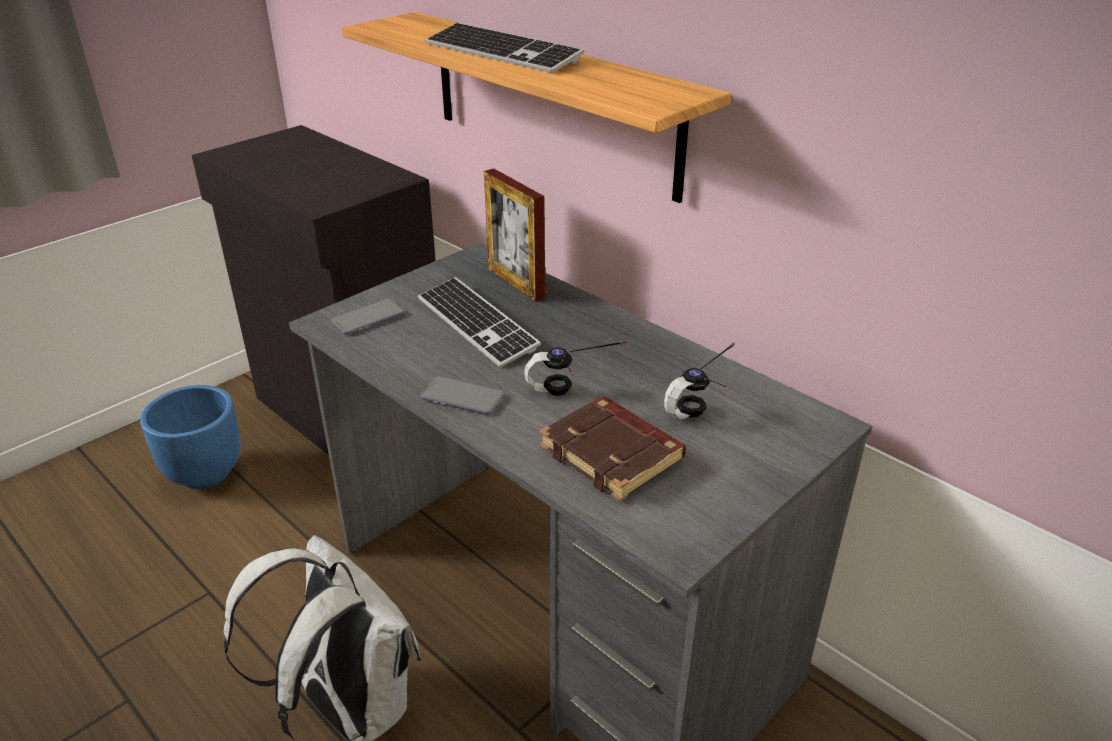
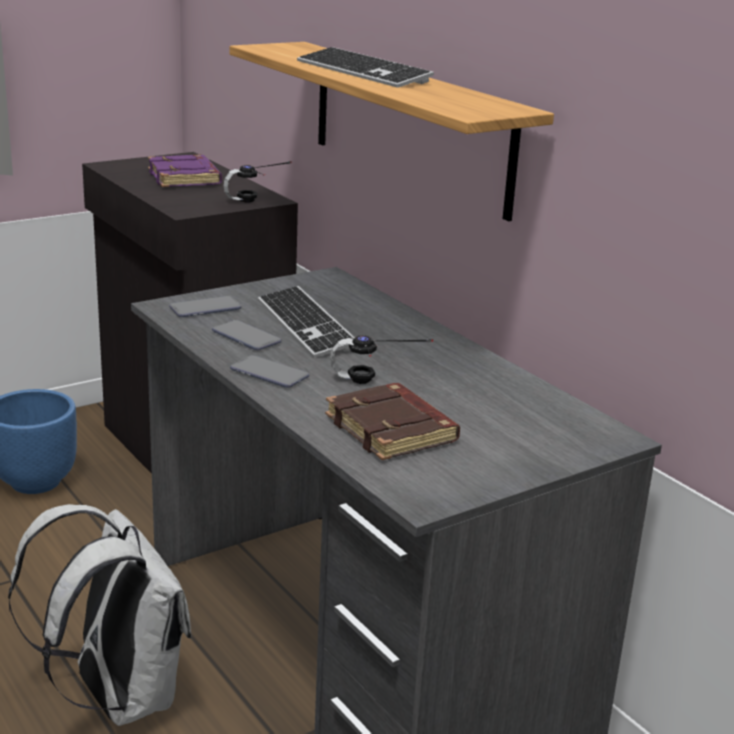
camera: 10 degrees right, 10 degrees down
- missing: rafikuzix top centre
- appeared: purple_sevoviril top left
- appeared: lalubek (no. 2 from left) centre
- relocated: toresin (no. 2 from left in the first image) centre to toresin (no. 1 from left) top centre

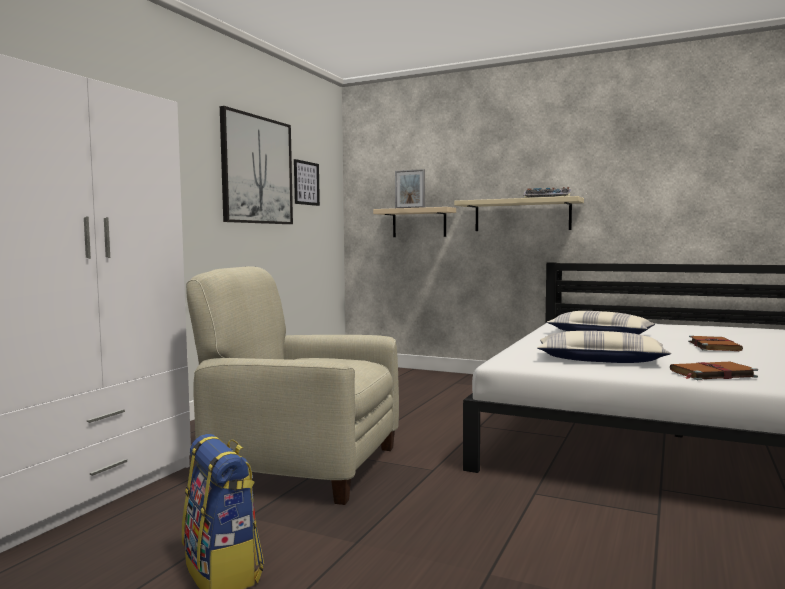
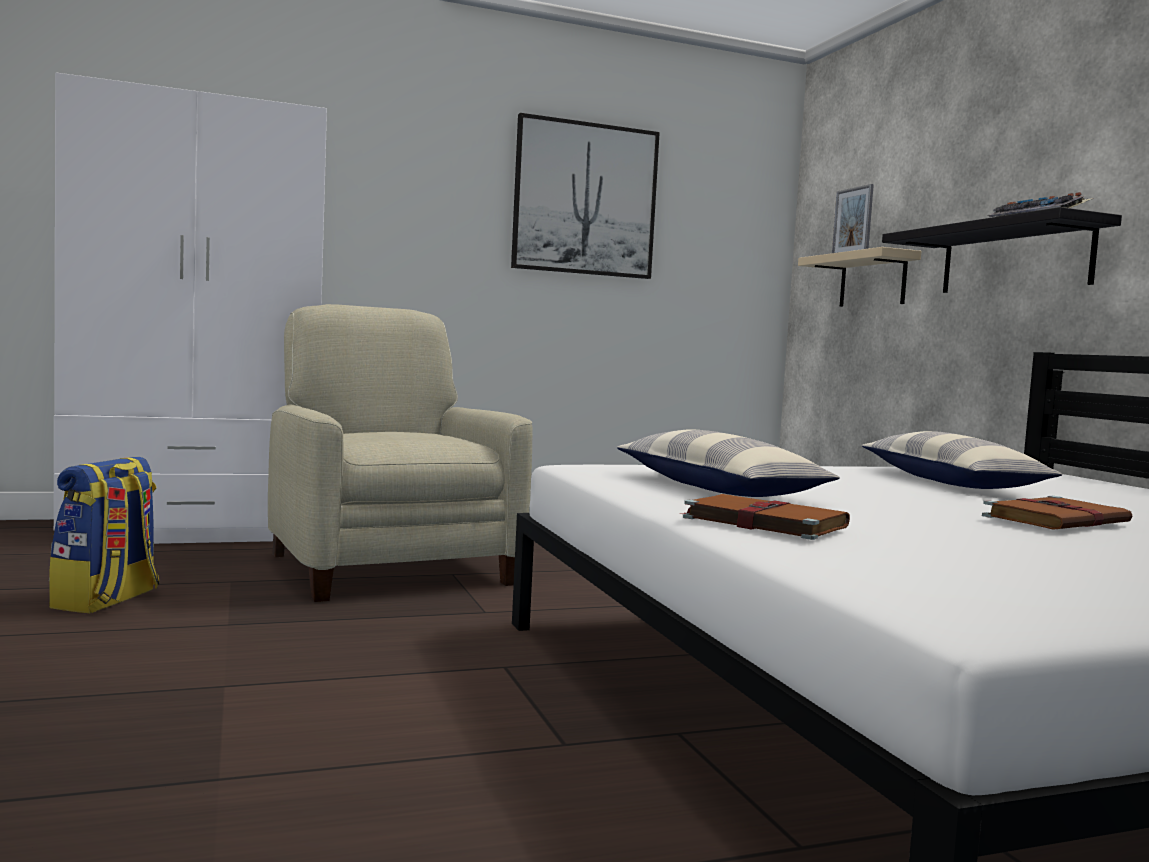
camera: 45 degrees right, 0 degrees up
- missing: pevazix (no. 2 from left) top centre
- colour: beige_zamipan (no. 2 from left) centre to black_zamipan top right

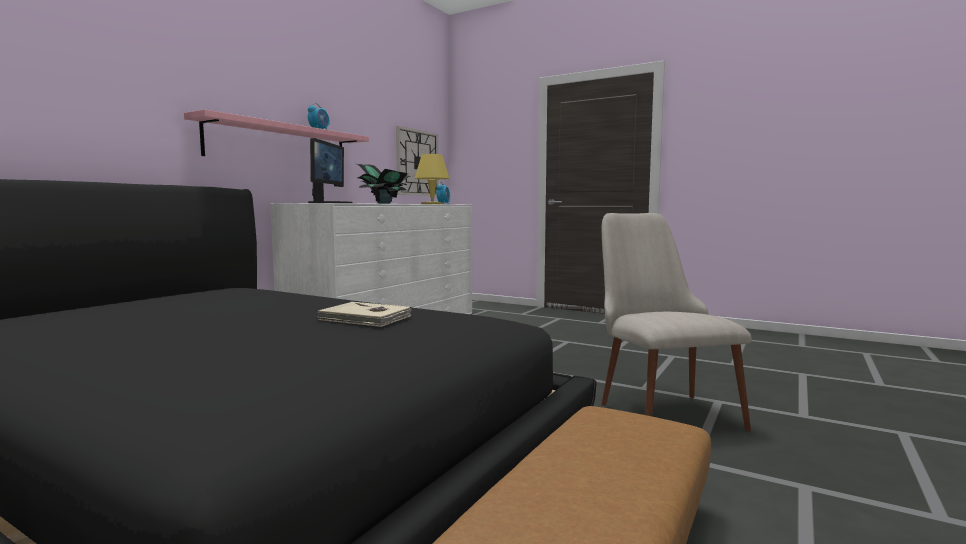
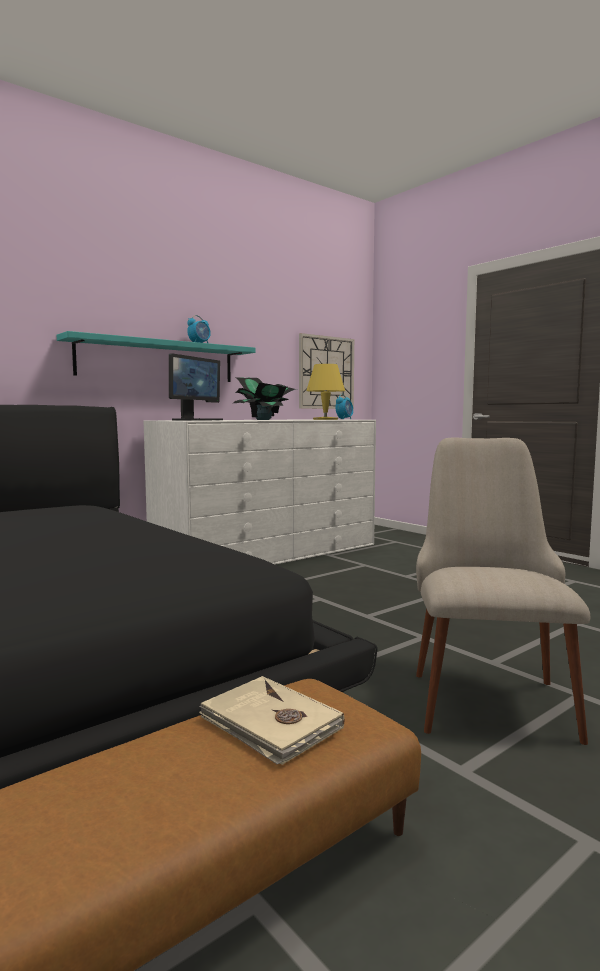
camera: 20 degrees right, 0 degrees up
- relocated: beige_sevoviril centre to bottom centre
- colour: pink_zamipan top left to turquoise_zamipan middle left

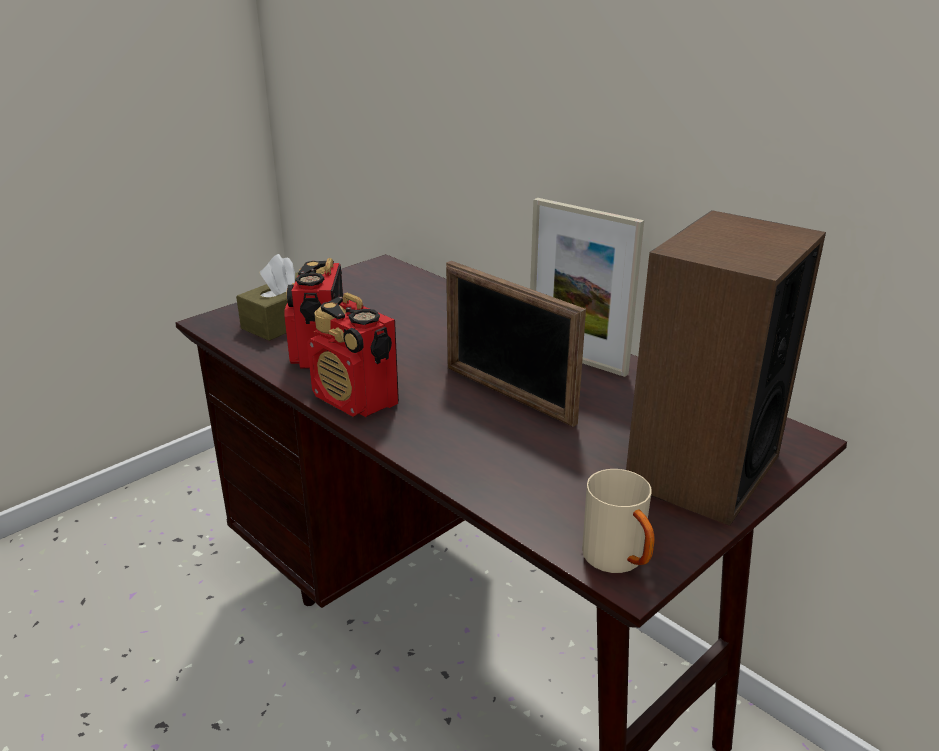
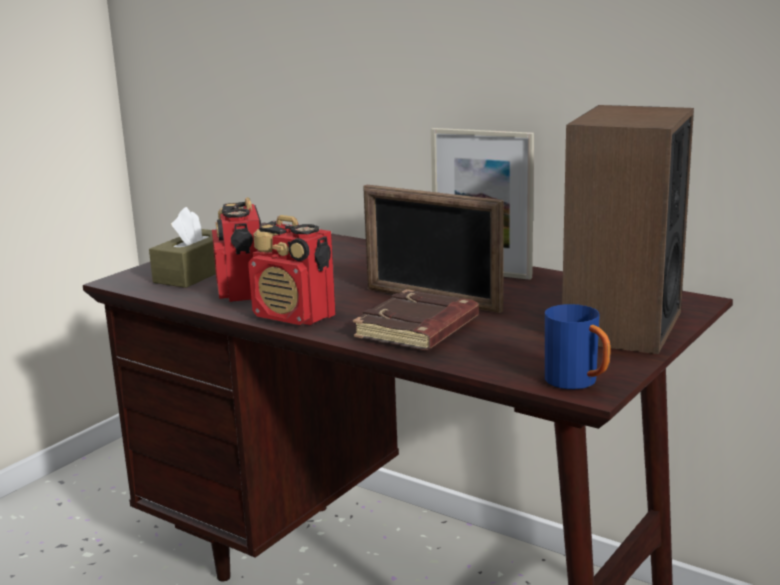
camera: 10 degrees left, 10 degrees down
- appeared: brown_sevoviril centre
- colour: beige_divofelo bottom centre to blue_divofelo middle right

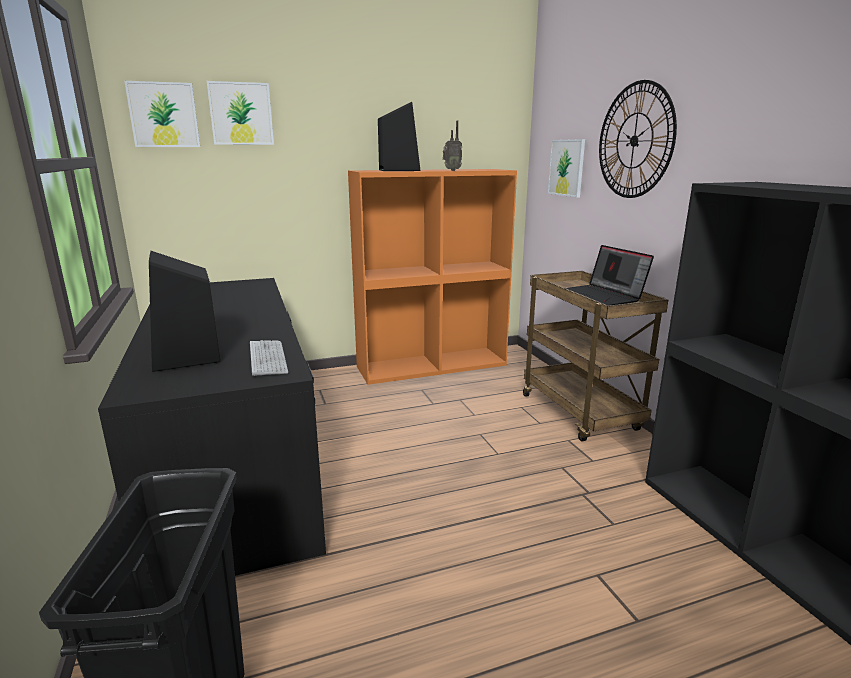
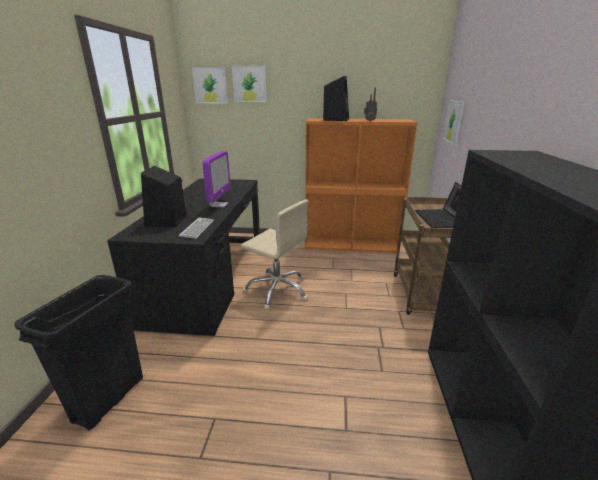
camera: 25 degrees right, 5 degrees up
- missing: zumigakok top right
- appeared: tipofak centre
- appeared: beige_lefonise centre

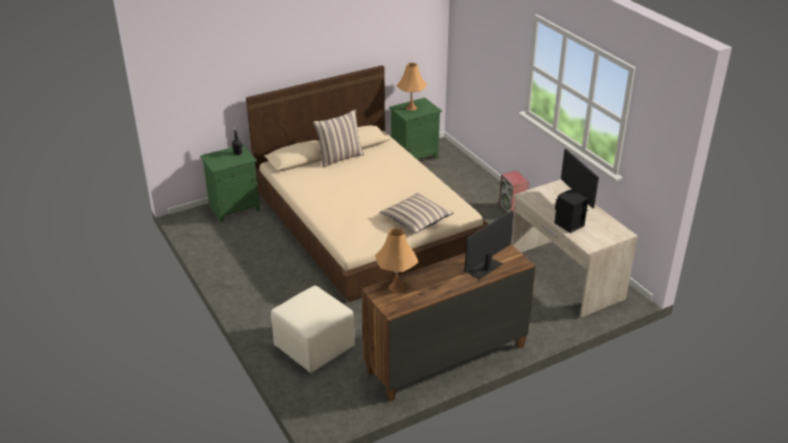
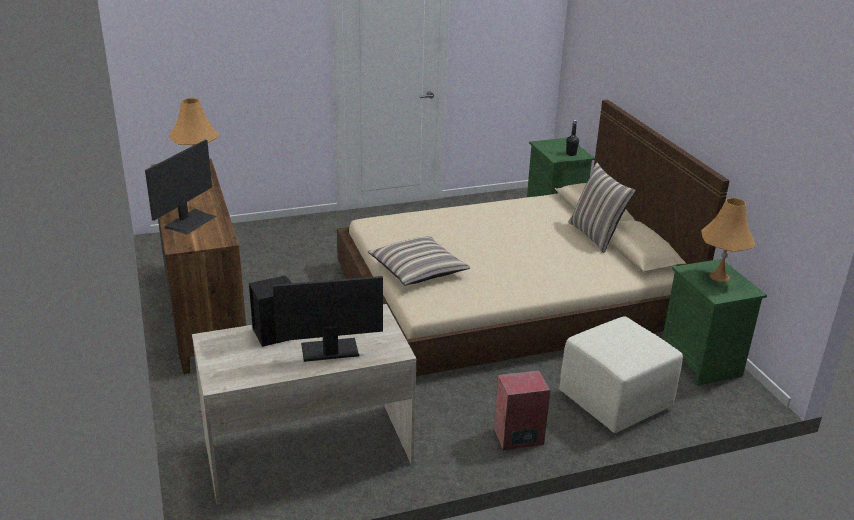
camera: 100 degrees right, 5 degrees down
- relocated: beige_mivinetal bottom centre to bottom right
- spun: tipofak (no. 1 from left) centre = middle left 60 degrees clockwise

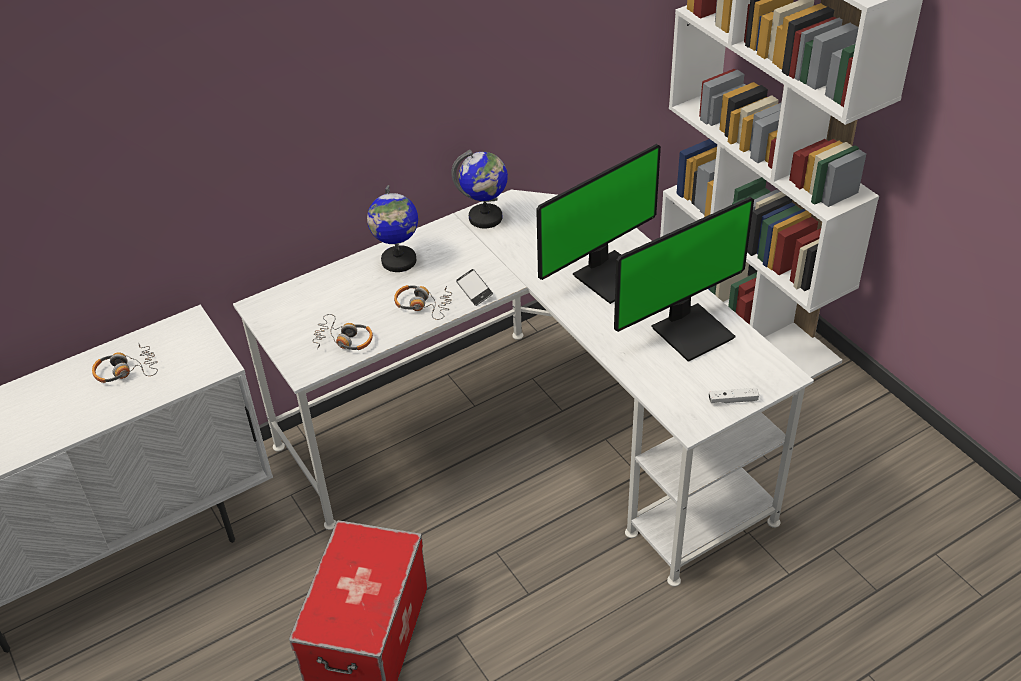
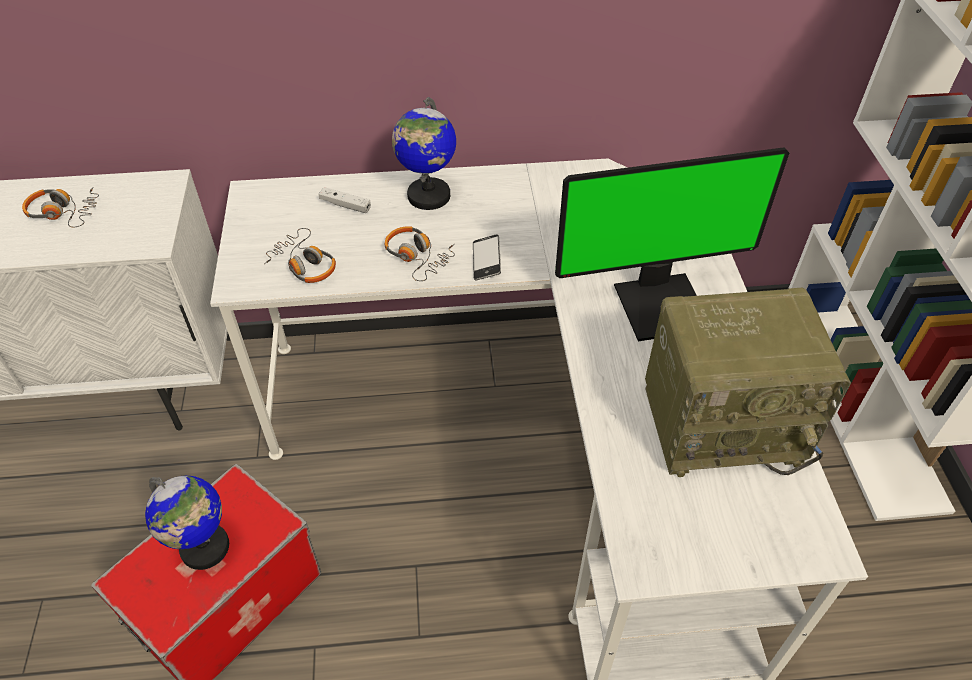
camera: 25 degrees right, 5 degrees up
- relocated: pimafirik (no. 2 from left in the first image) top centre to pimafirik (no. 1 from left) bottom left
- relocated: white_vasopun middle right to top centre
- exchanged: tipofak (no. 2 from left) middle right to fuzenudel middle right

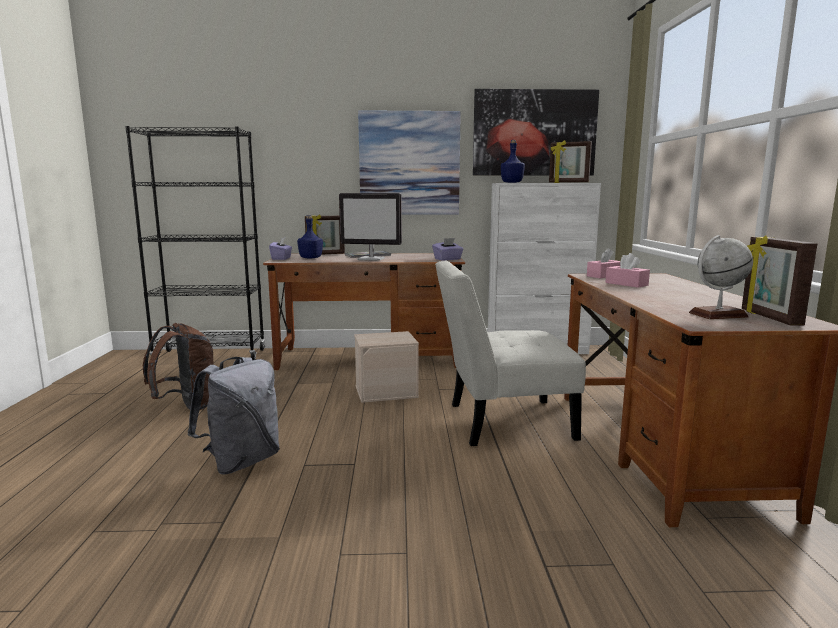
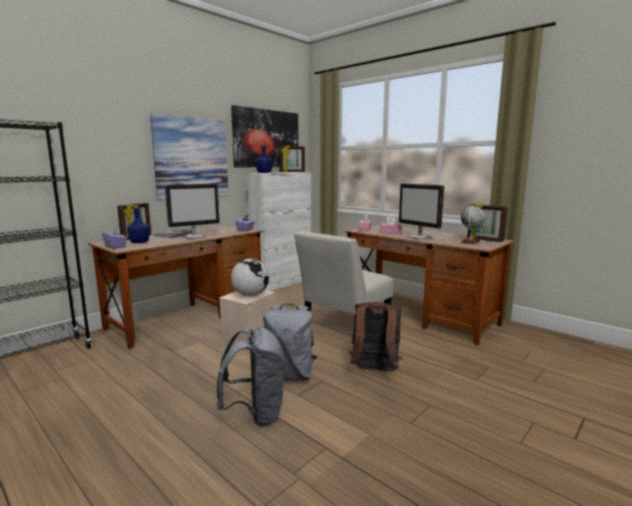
camera: 45 degrees left, 0 degrees up
- appeared: pimafirik (no. 1 from left) centre
- appeared: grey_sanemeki (no. 2 from left) bottom centre
- appeared: tipofak (no. 2 from left) centre
- relocated: brown_sanemeki middle left to centre

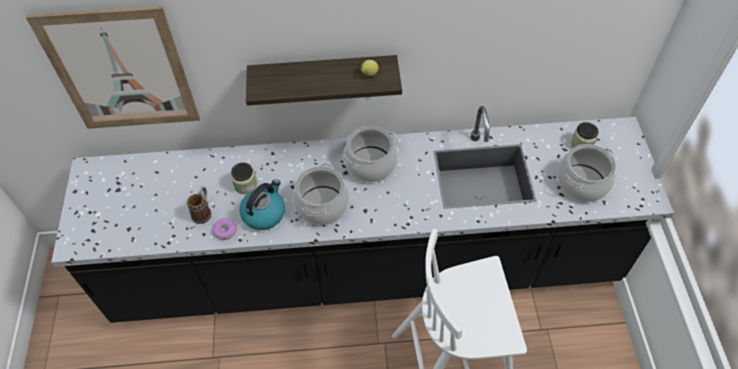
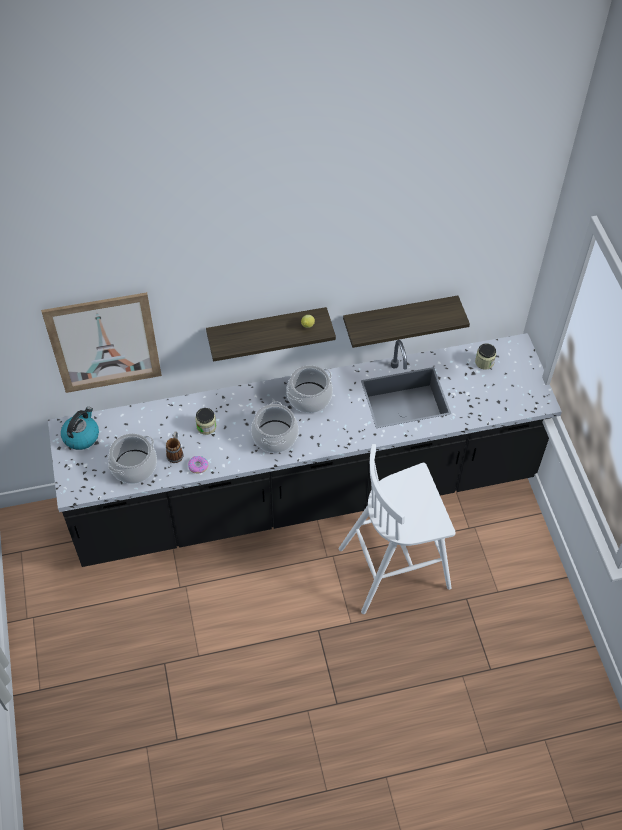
camera: 10 degrees left, 0 degrees up
- appeared: zamipan (no. 2 from left) centre
- relocated: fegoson centre to middle left
- relocated: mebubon (no. 3 from left in the first image) middle right to mebubon (no. 1 from left) middle left

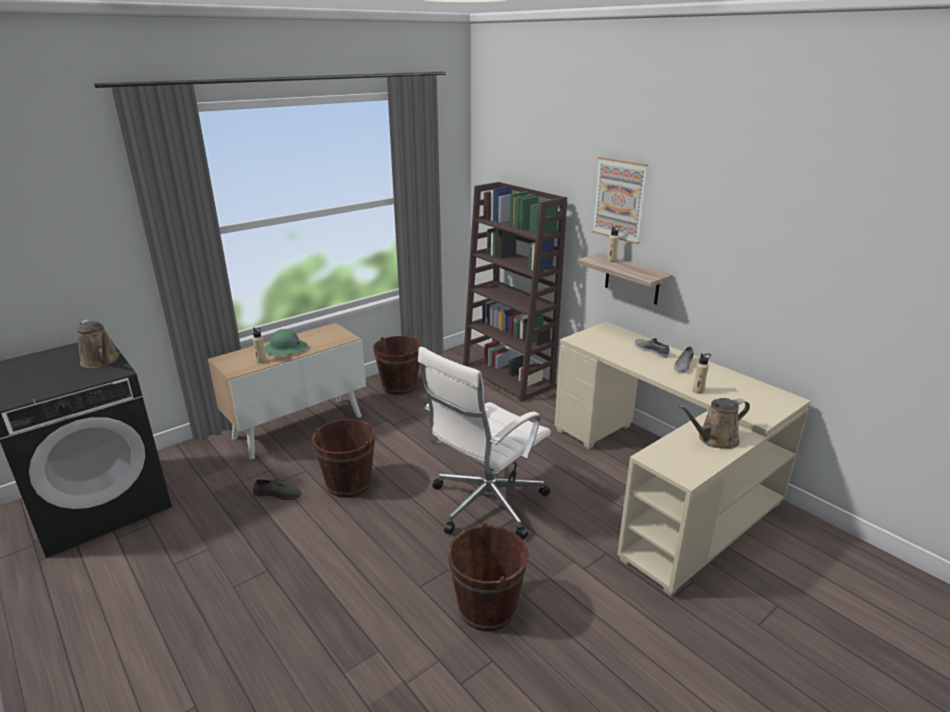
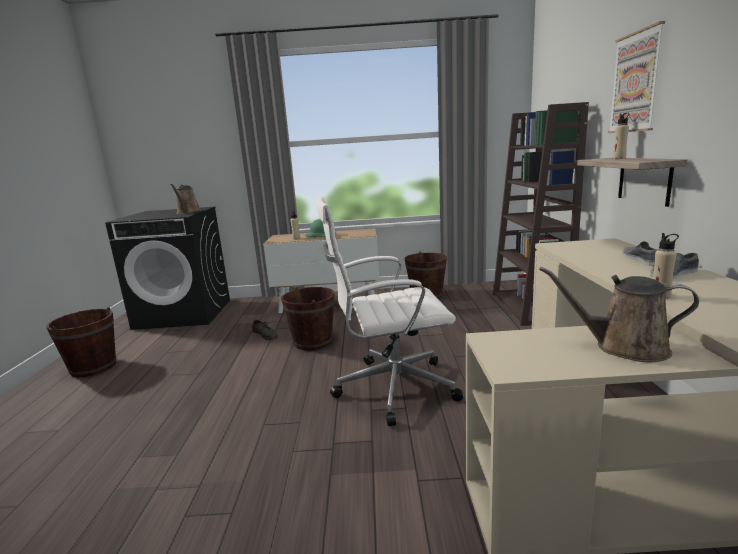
camera: 40 degrees right, 10 degrees down
- relocated: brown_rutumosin (no. 3 from left in the first image) bottom centre to brown_rutumosin (no. 1 from left) middle left

